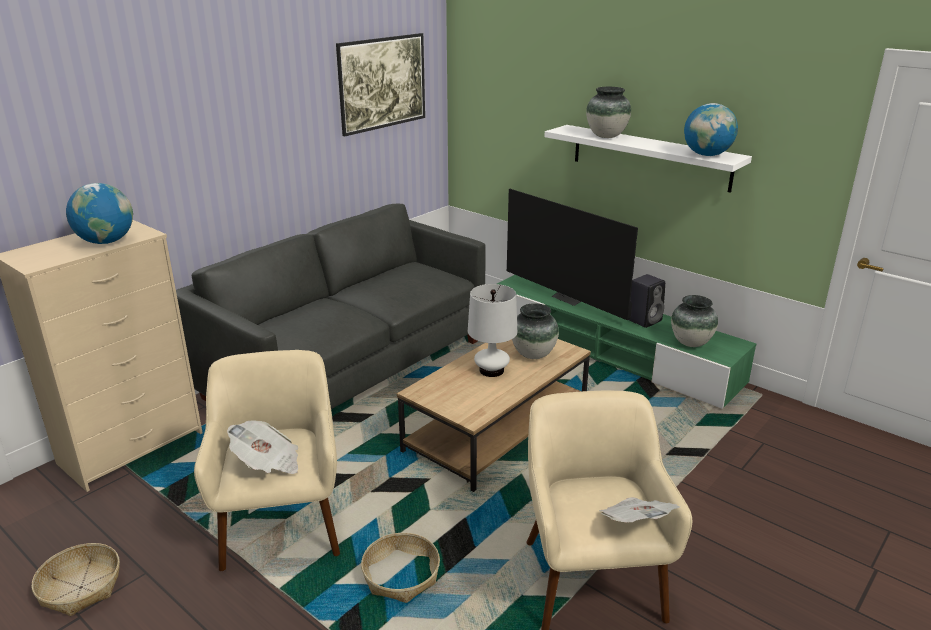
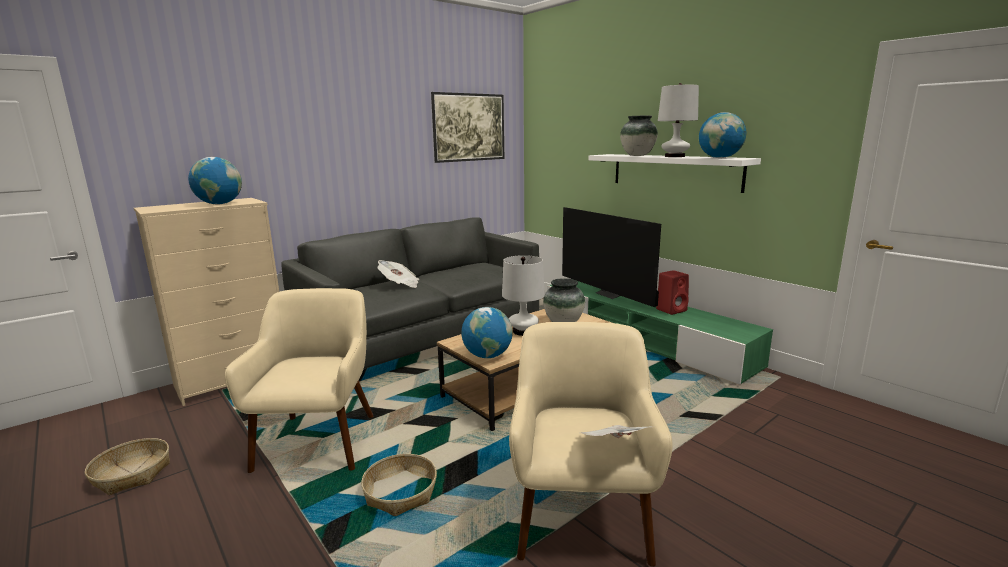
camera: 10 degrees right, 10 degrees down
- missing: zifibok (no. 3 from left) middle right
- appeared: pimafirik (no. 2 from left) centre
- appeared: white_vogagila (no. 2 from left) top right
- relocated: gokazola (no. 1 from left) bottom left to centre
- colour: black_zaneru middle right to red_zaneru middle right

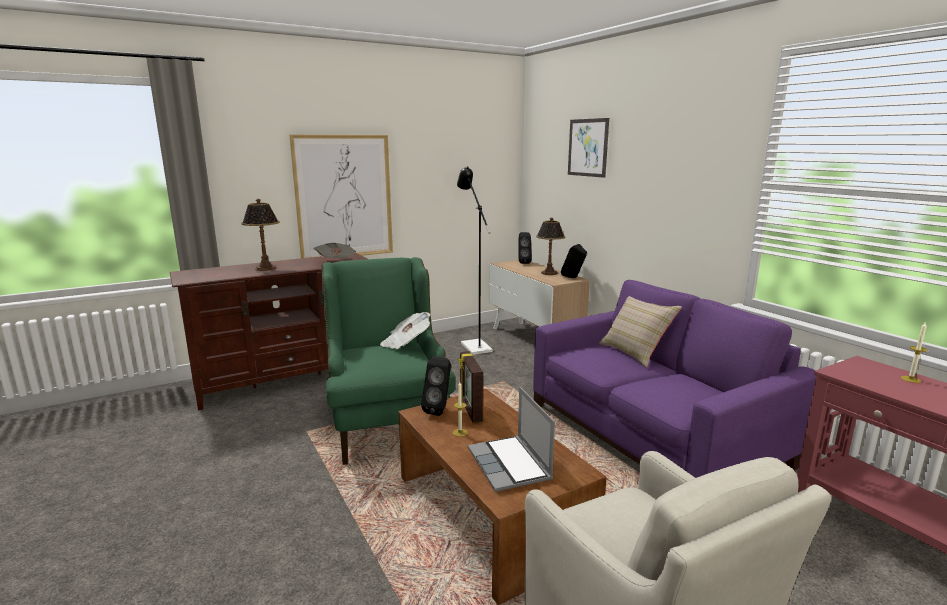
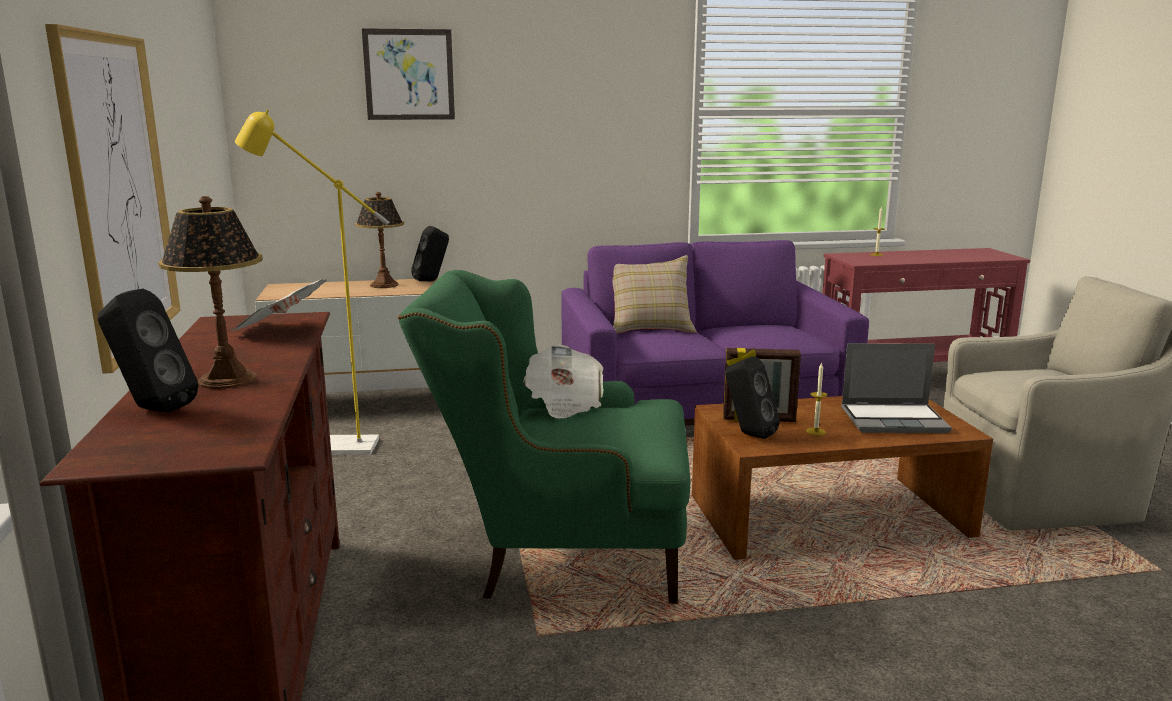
camera: 70 degrees left, 0 degrees up
- relocated: black_zaneru (no. 2 from left in the first image) centre to black_zaneru (no. 1 from left) middle left
- colour: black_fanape centre to yellow_fanape middle left

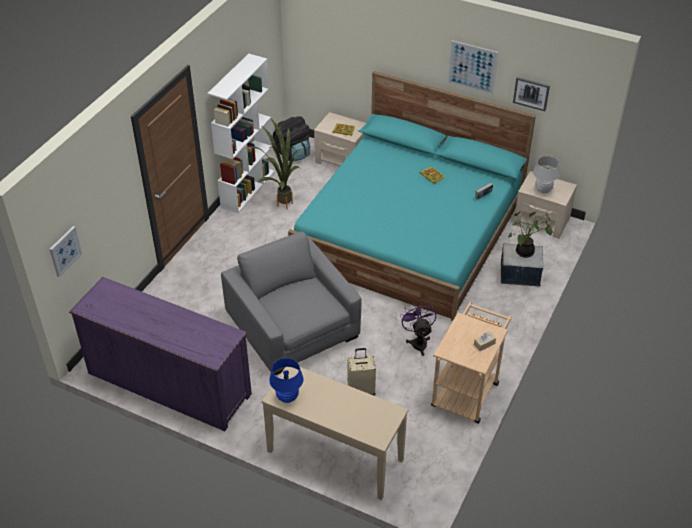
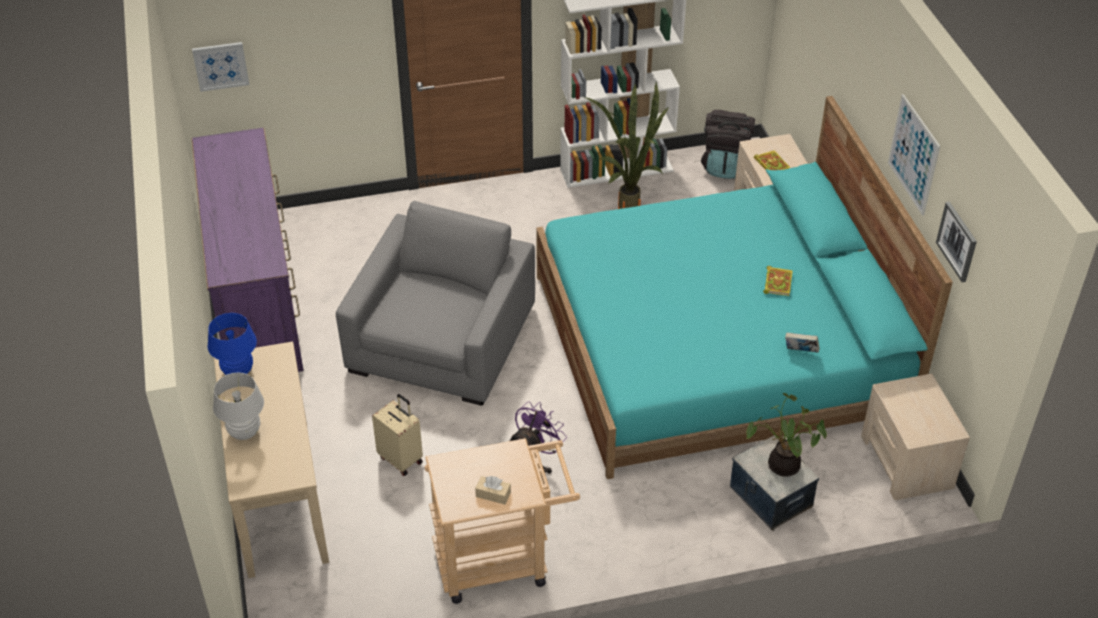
camera: 50 degrees right, 0 degrees up
- relocated: white_vogagila top right to middle left

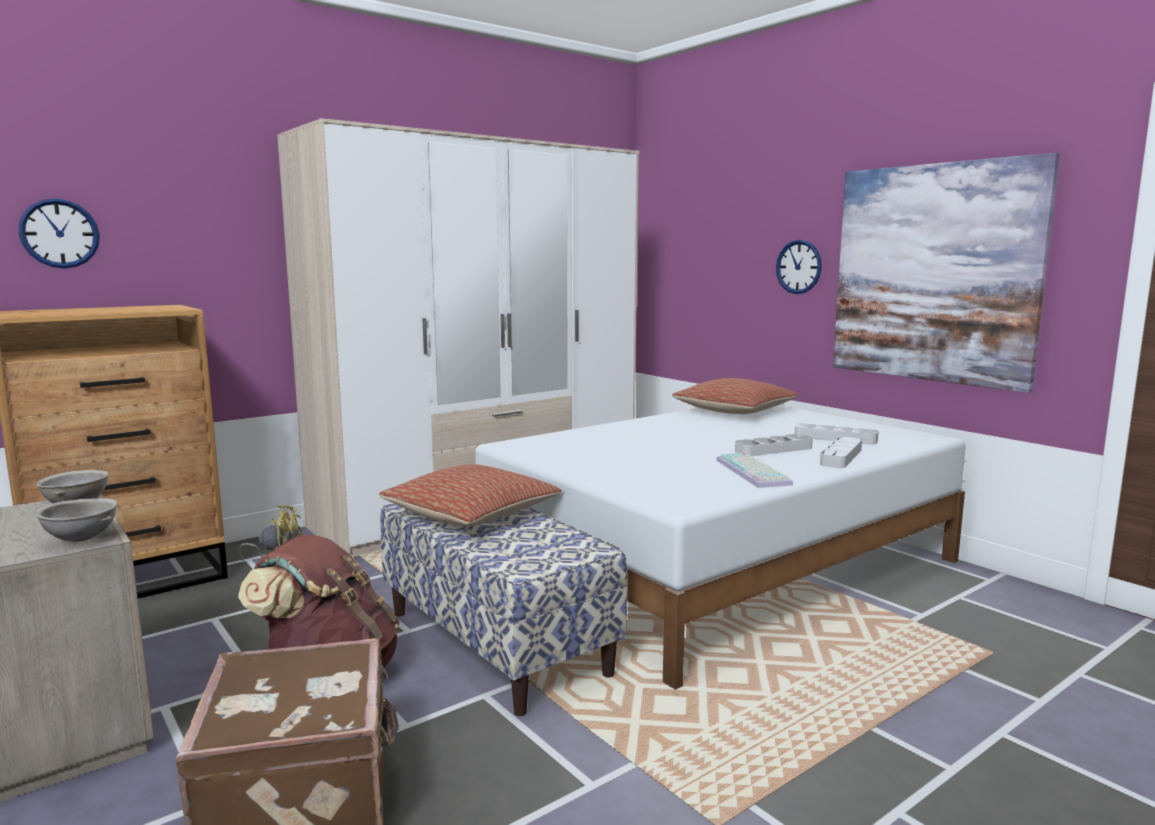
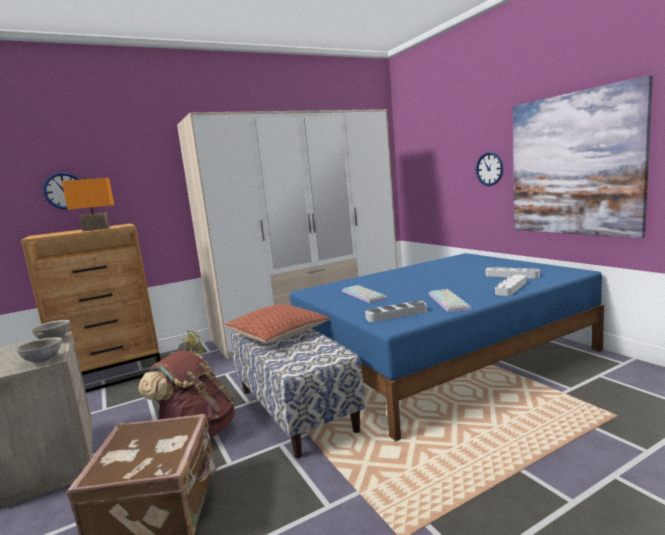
camera: 10 degrees right, 0 degrees up
- missing: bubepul (no. 2 from left) centre
- appeared: orange_vogagila middle left
- appeared: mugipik (no. 1 from left) centre
- relocated: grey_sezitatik (no. 1 from left) middle right to centre
- colour: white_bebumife centre to blue_bebumife middle right

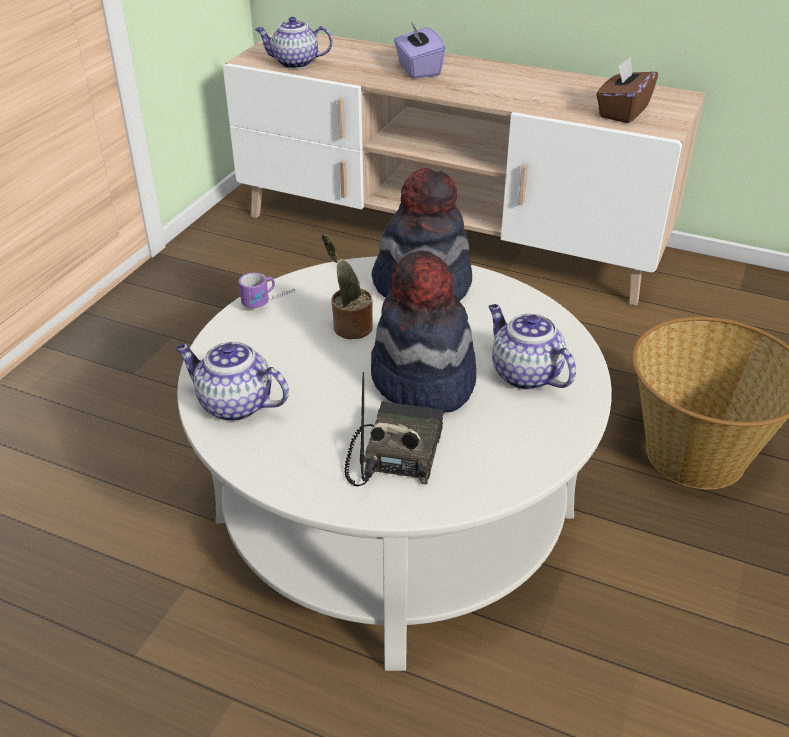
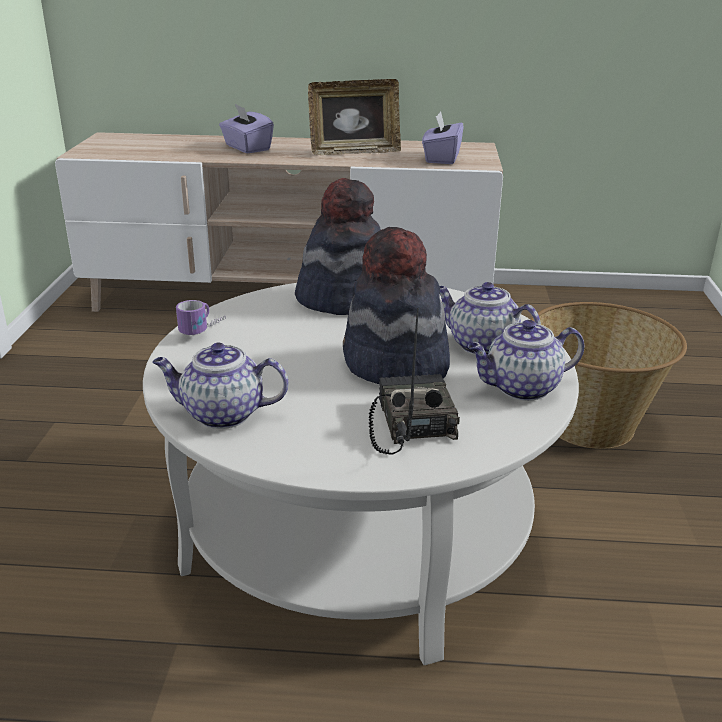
camera: 20 degrees left, 10 degrees down
- missing: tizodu centre
- appeared: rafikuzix top centre
- relocated: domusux (no. 2 from left in the first image) top centre to domusux (no. 3 from left) middle right
- colour: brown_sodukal top right to purple_sodukal (no. 2 from left) top centre

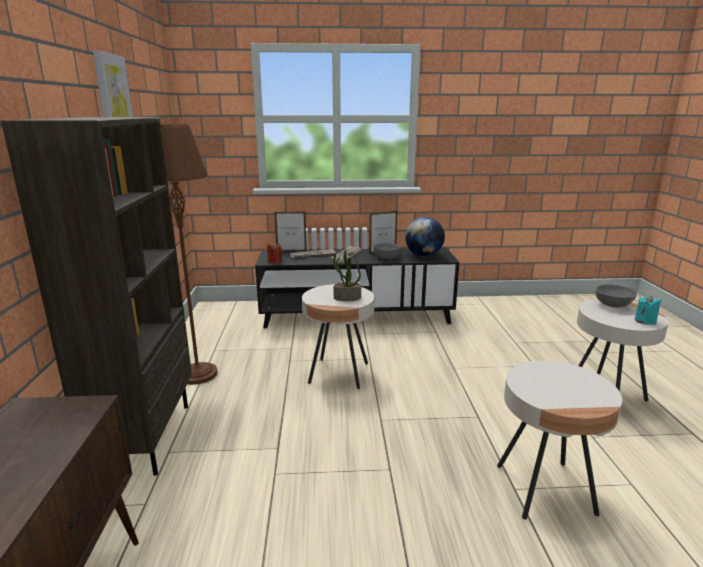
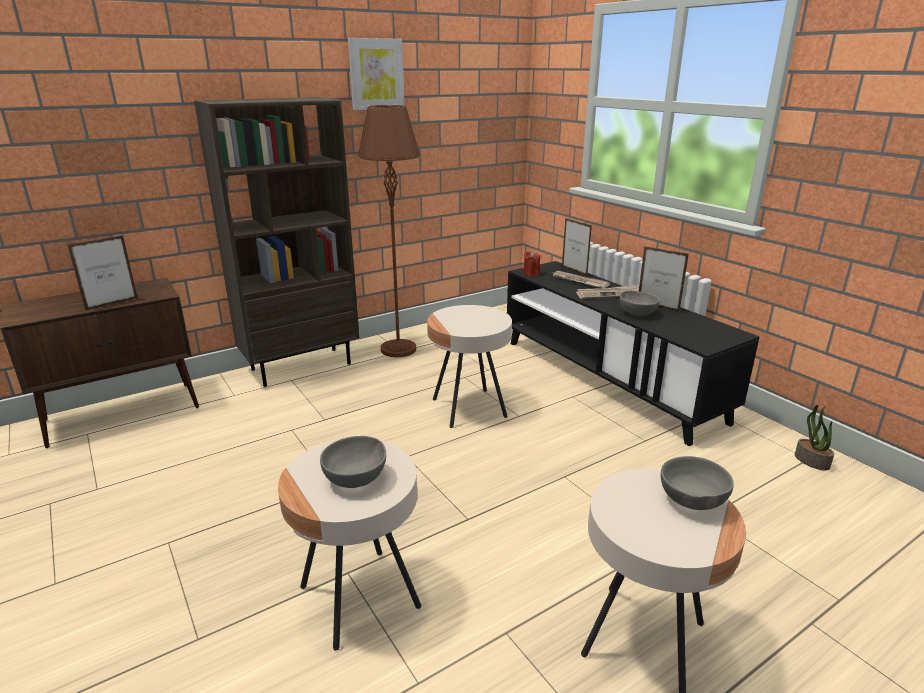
camera: 60 degrees right, 5 degrees up
- missing: pimafirik centre
- missing: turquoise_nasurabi middle right
- appeared: rafikuzix (no. 1 from left) middle left
- appeared: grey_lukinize (no. 1 from left) bottom centre
- relocated: tizodu centre to middle right

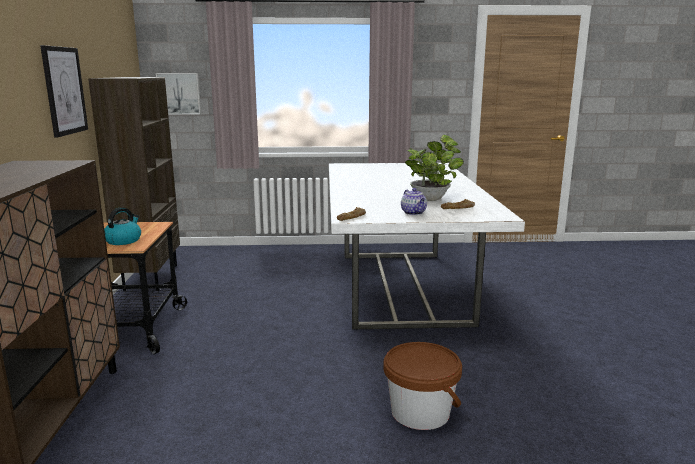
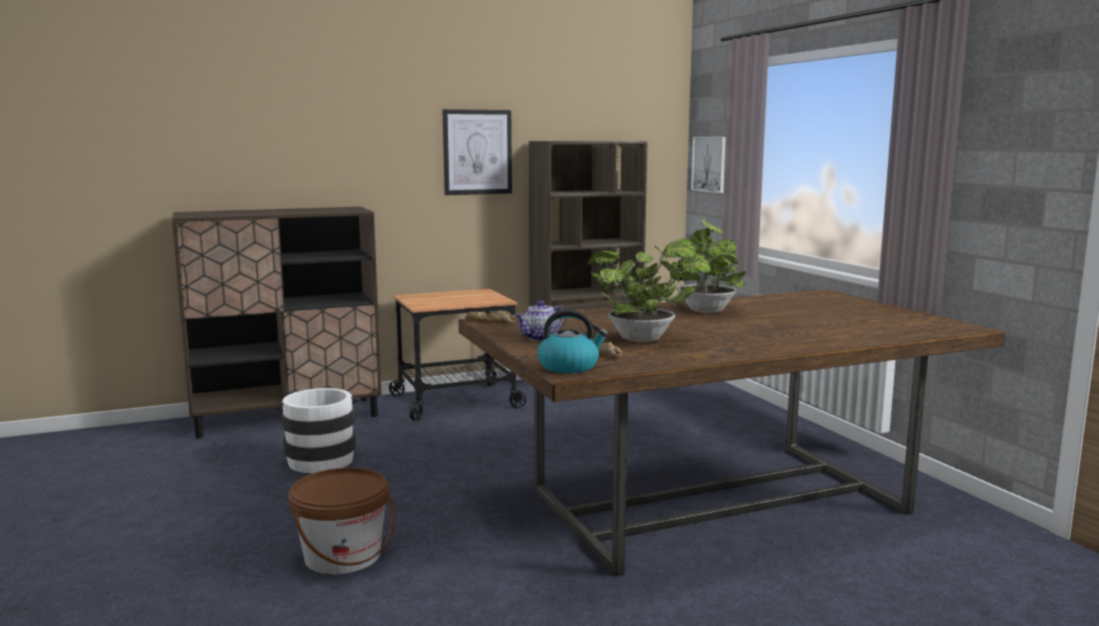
camera: 70 degrees right, 5 degrees down
- appeared: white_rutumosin bottom left
- appeared: tizodu (no. 2 from left) centre
- relocated: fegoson middle left to centre
- colour: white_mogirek centre to brown_mogirek bottom centre

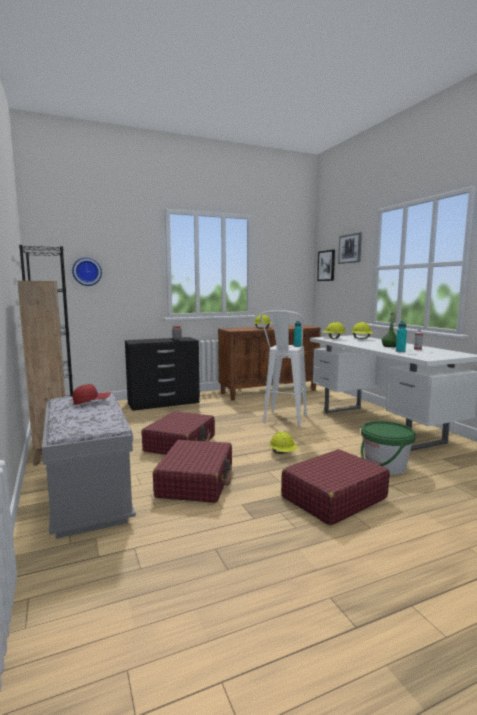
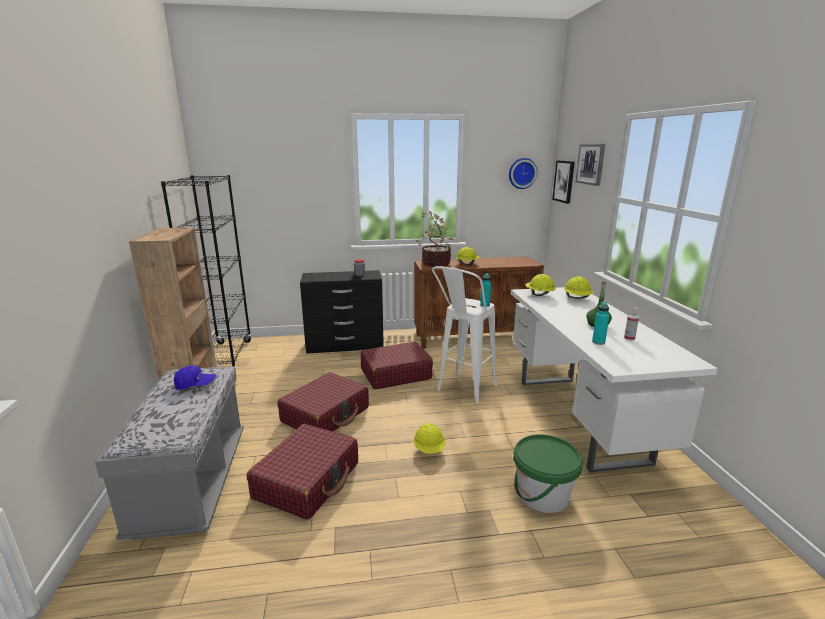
camera: 15 degrees right, 10 degrees up
- appeared: tizodu centre
- relocated: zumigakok middle left to top centre
- relocated: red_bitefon (no. 3 from left) bottom right to centre
- colour: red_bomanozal middle left to blue_bomanozal middle left

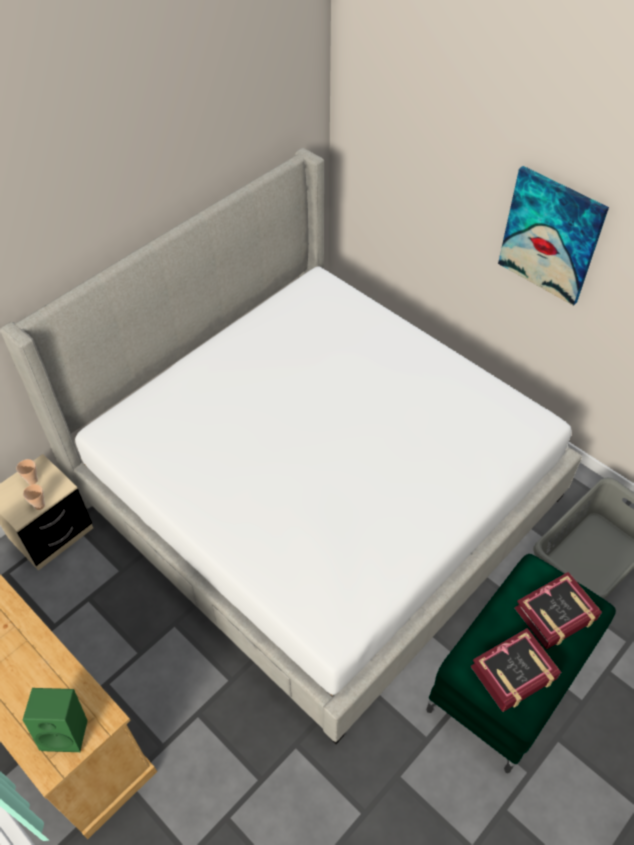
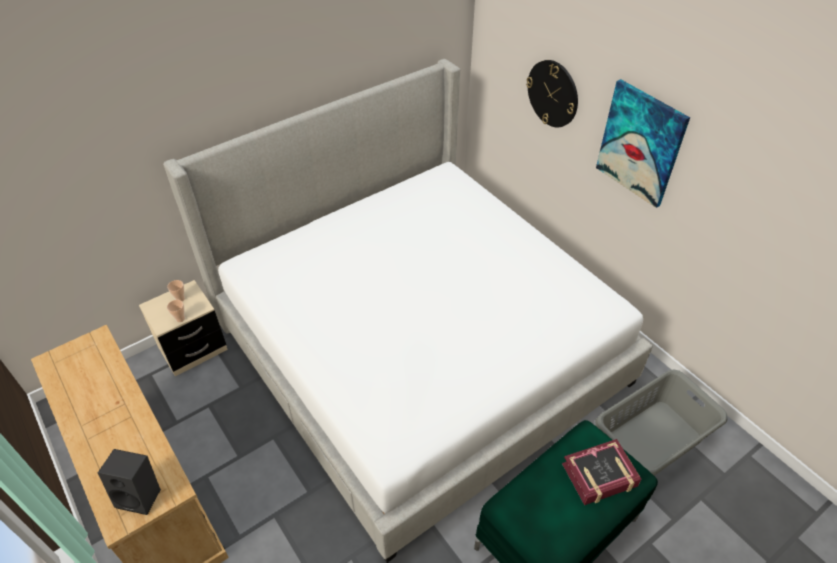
camera: 10 degrees right, 5 degrees down
- missing: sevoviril (no. 1 from left) bottom right
- appeared: zumigakok top centre
- colour: green_zaneru bottom left to black_zaneru bottom left

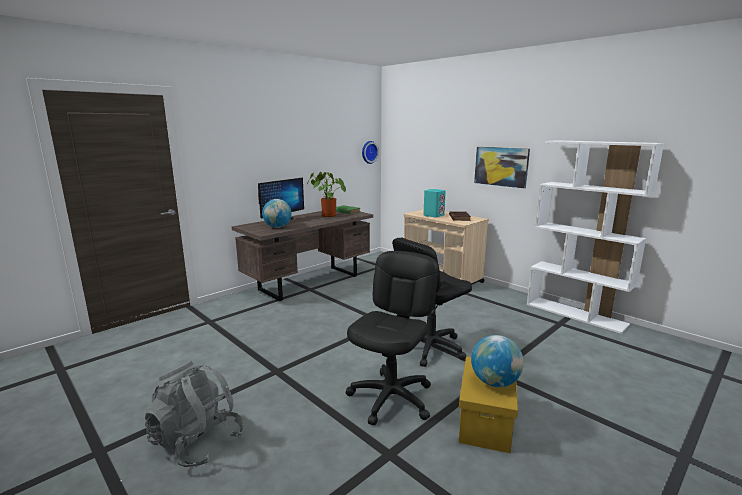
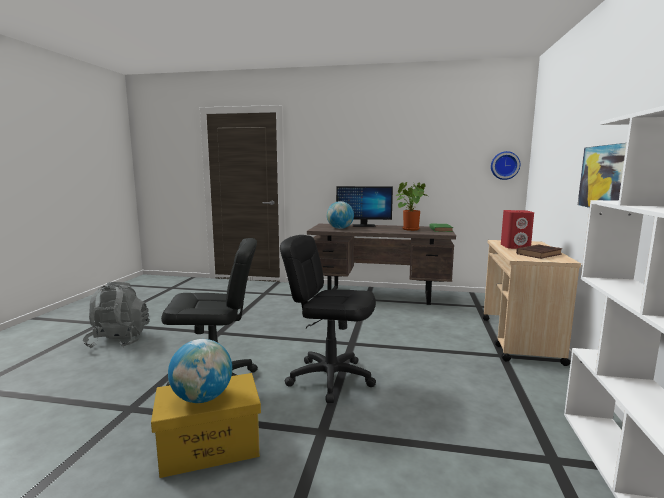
camera: 55 degrees right, 5 degrees down
- colour: turquoise_zaneru centre to red_zaneru middle right

